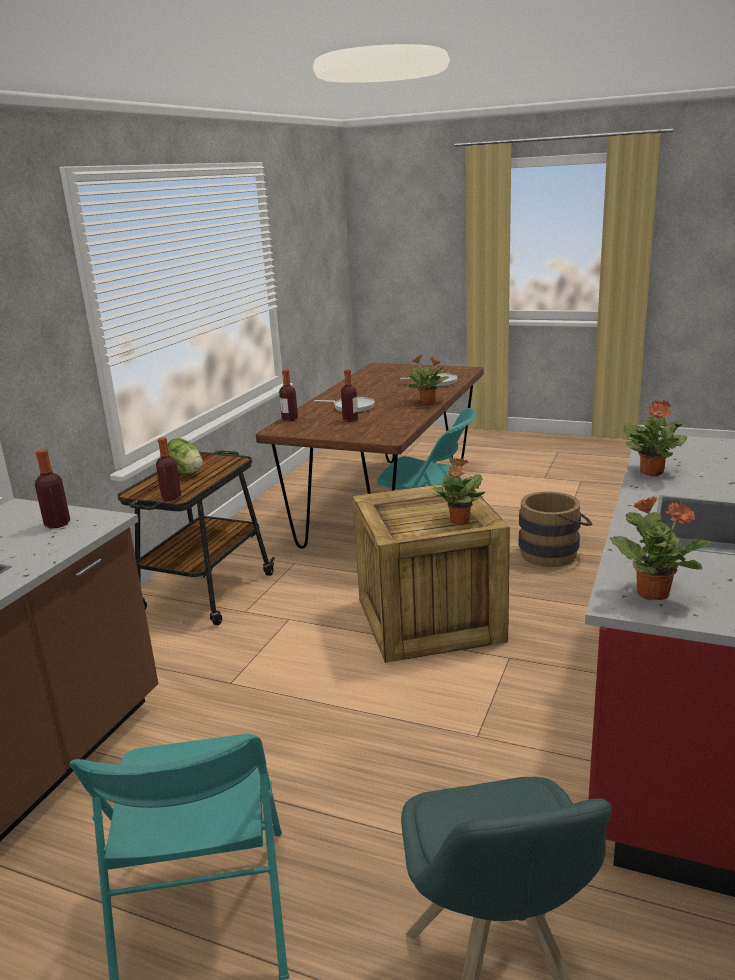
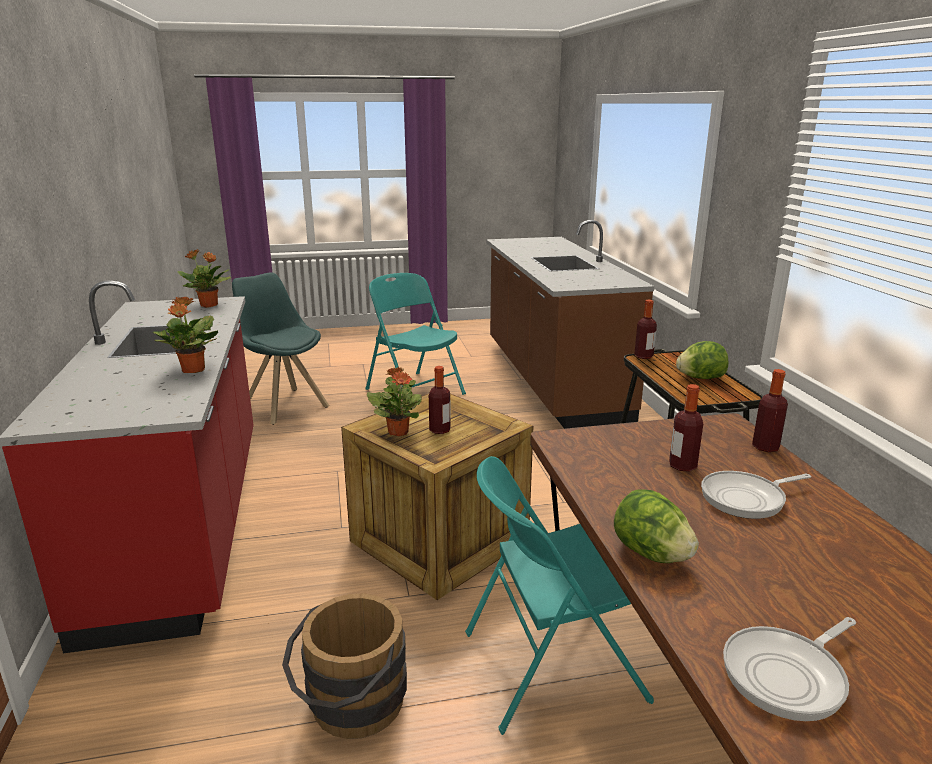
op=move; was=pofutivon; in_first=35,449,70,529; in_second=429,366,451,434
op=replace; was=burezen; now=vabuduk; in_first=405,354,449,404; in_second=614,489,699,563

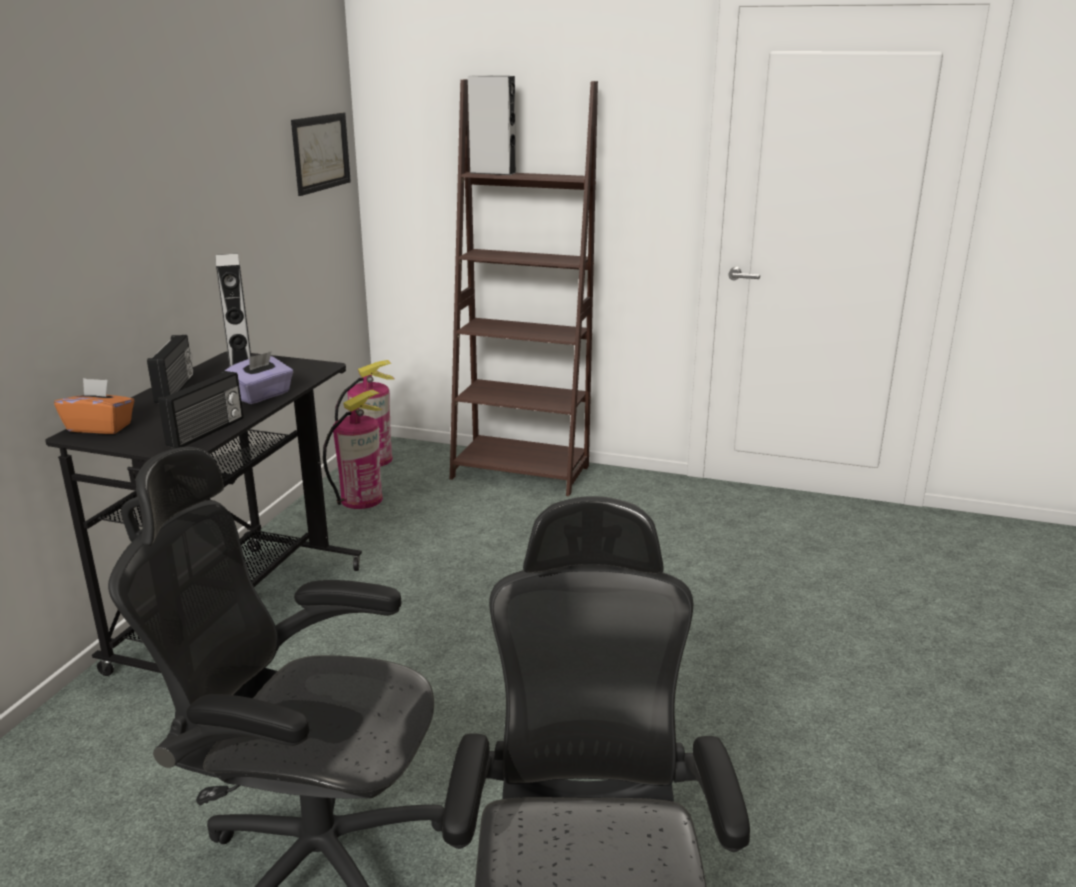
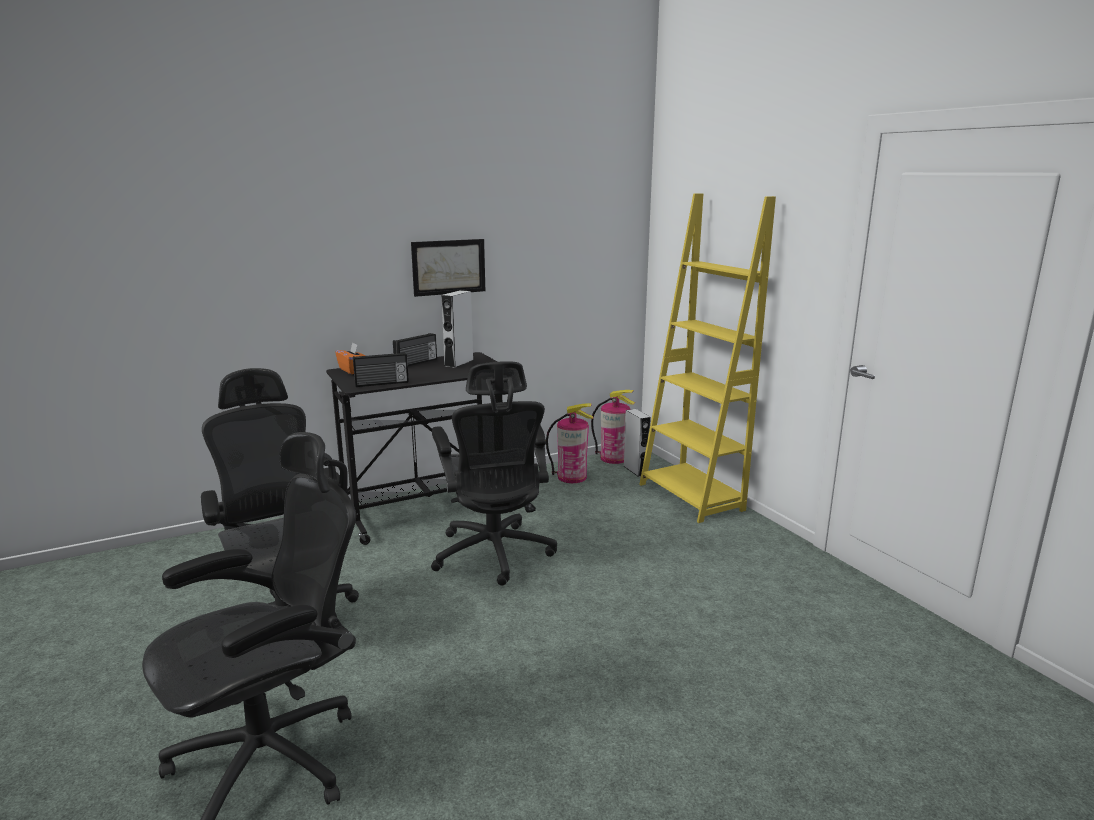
op=delete; was=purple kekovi; in_first=224,351,293,404
op=move; was=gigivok; in_first=291,113,351,196; in_second=411,239,485,297
op=recolor; was=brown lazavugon; now=yellow lazavugon; in_first=450,79,598,496; in_second=639,193,776,523
op=move; was=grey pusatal; in_first=468,75,516,175; in_second=624,409,651,477
op=insert; now=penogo; in_second=431,362,557,585

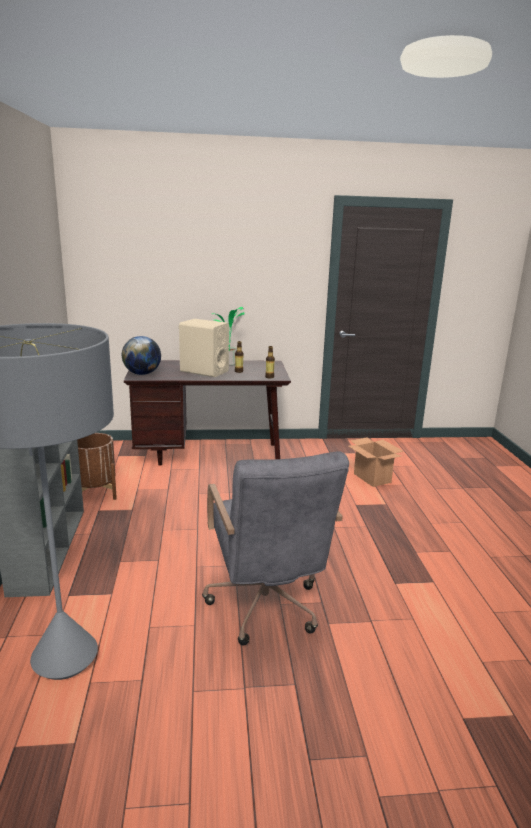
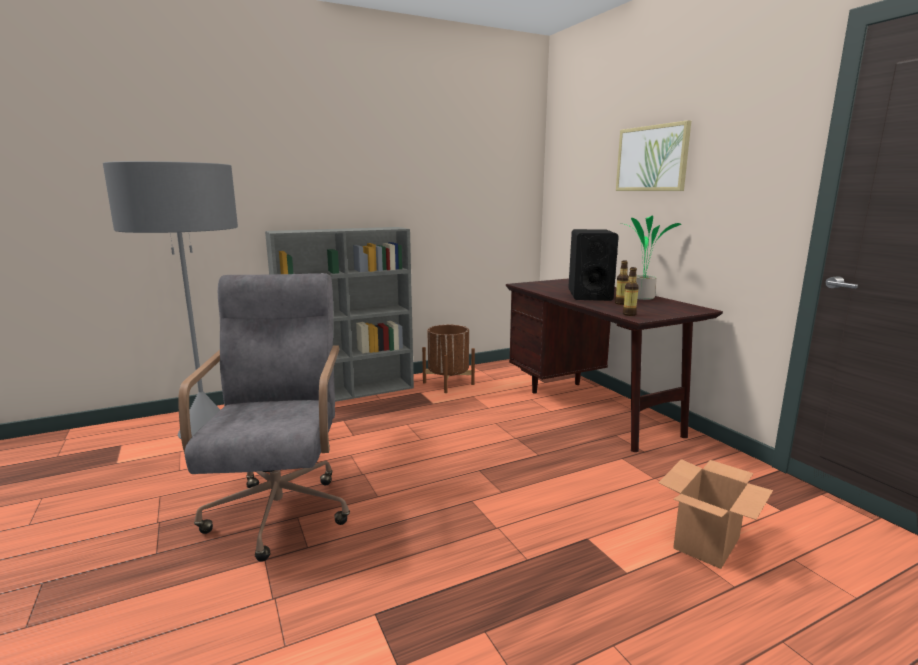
op=delete; was=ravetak; in_first=122,336,161,375
op=recolor; was=beige pusatal; now=black pusatal; in_first=179,319,229,377; in_second=568,229,619,301
op=rotate; was=grey penogo; in_first=202,452,349,645; in_second=178,273,350,562; clockwise=120
op=insert; now=gigivok; in_second=616,120,691,191

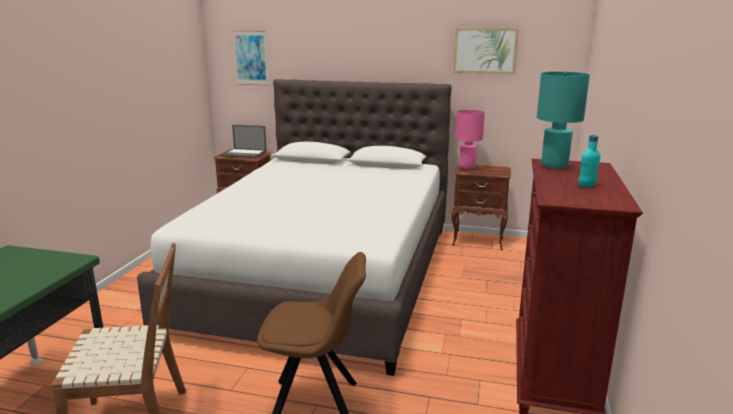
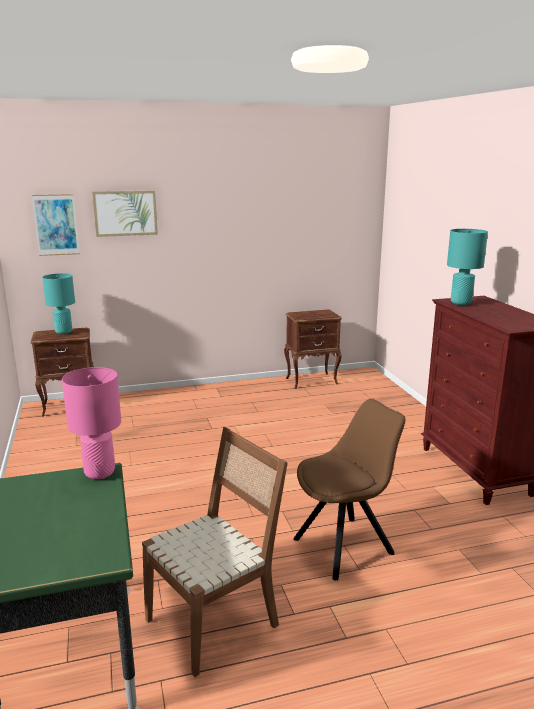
op=delete; was=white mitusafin; in_first=137,79,451,376
op=replace; was=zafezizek; now=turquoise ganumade; in_first=222,125,267,158; in_second=42,273,75,334
op=move; was=gigivok; in_first=453,28,519,74; in_second=92,190,158,237
op=move; was=pink ganumade; in_first=455,110,485,169; in_second=62,367,121,479
op=delete; was=turquoise pofutivon; in_first=578,135,600,187

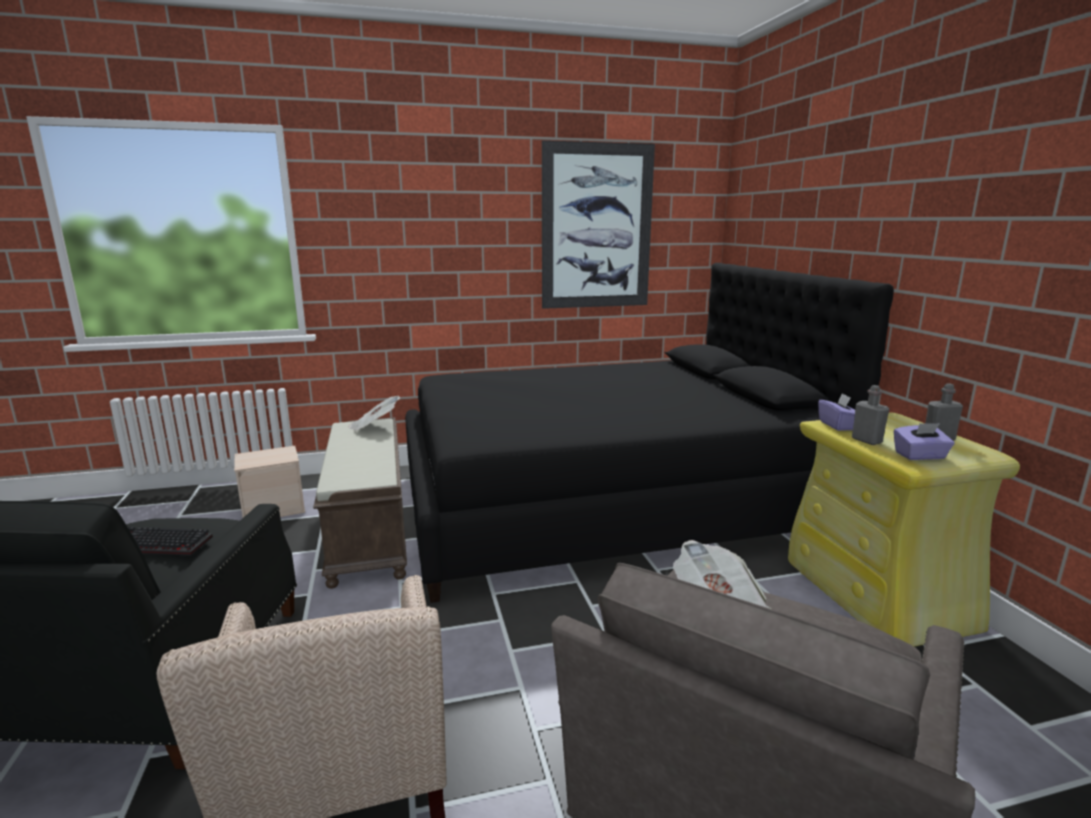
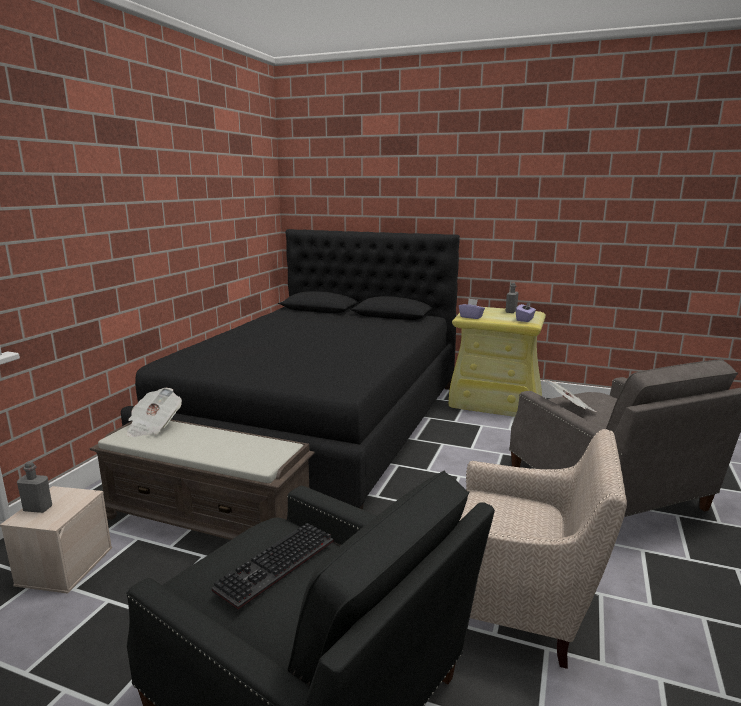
op=delete; was=gigivok; in_first=542,140,655,309
op=move; was=grey pofutivon; in_first=852,385,889,445; in_second=17,461,52,513

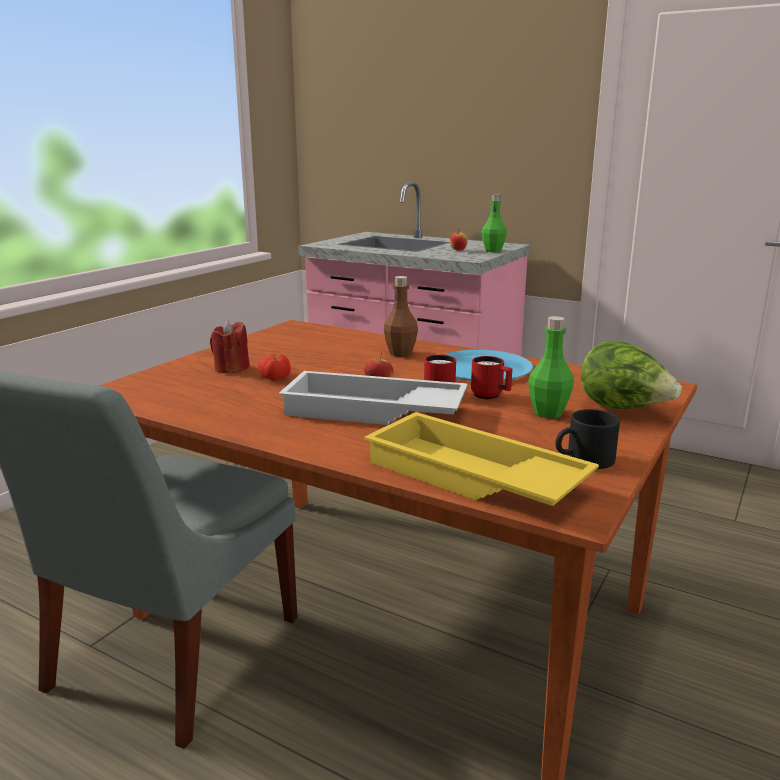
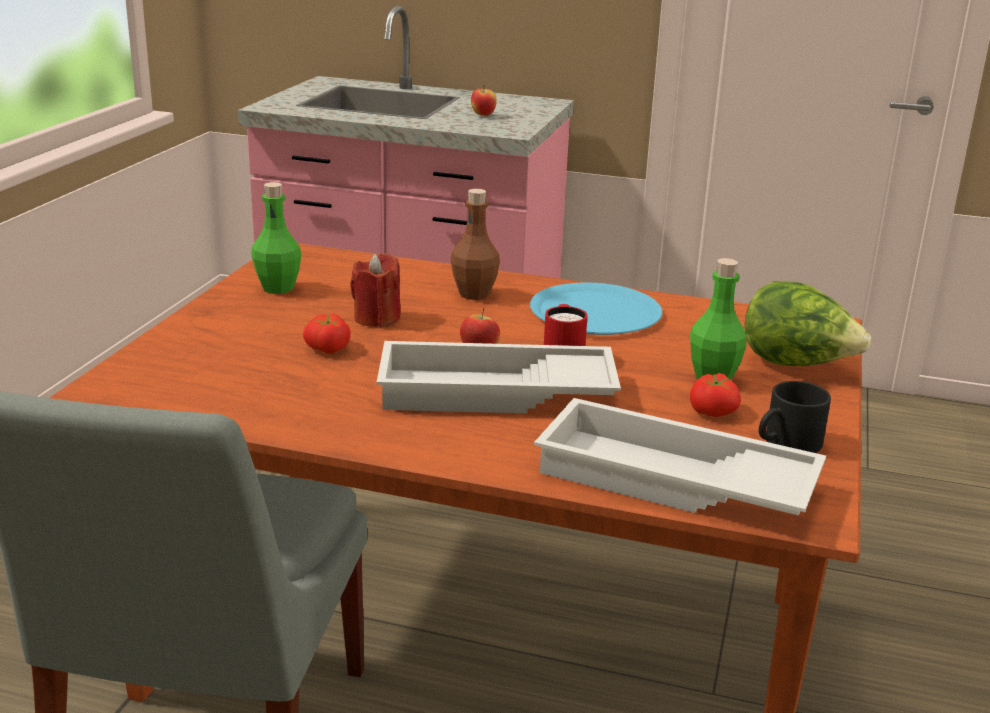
op=move; was=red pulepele; in_first=210,321,250,374; in_second=350,254,401,327
op=recolor; was=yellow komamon; now=white komamon; in_first=364,412,599,506; in_second=534,398,826,516
op=delete; was=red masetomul; in_first=471,356,512,399
op=move; was=green pofutivon; in_first=482,195,507,252; in_second=251,182,301,294
op=insert; now=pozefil; in_second=690,373,741,417

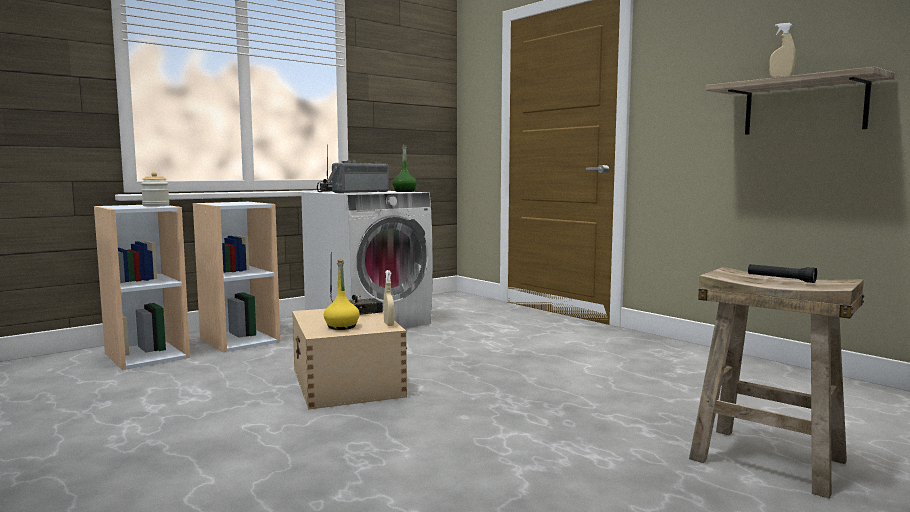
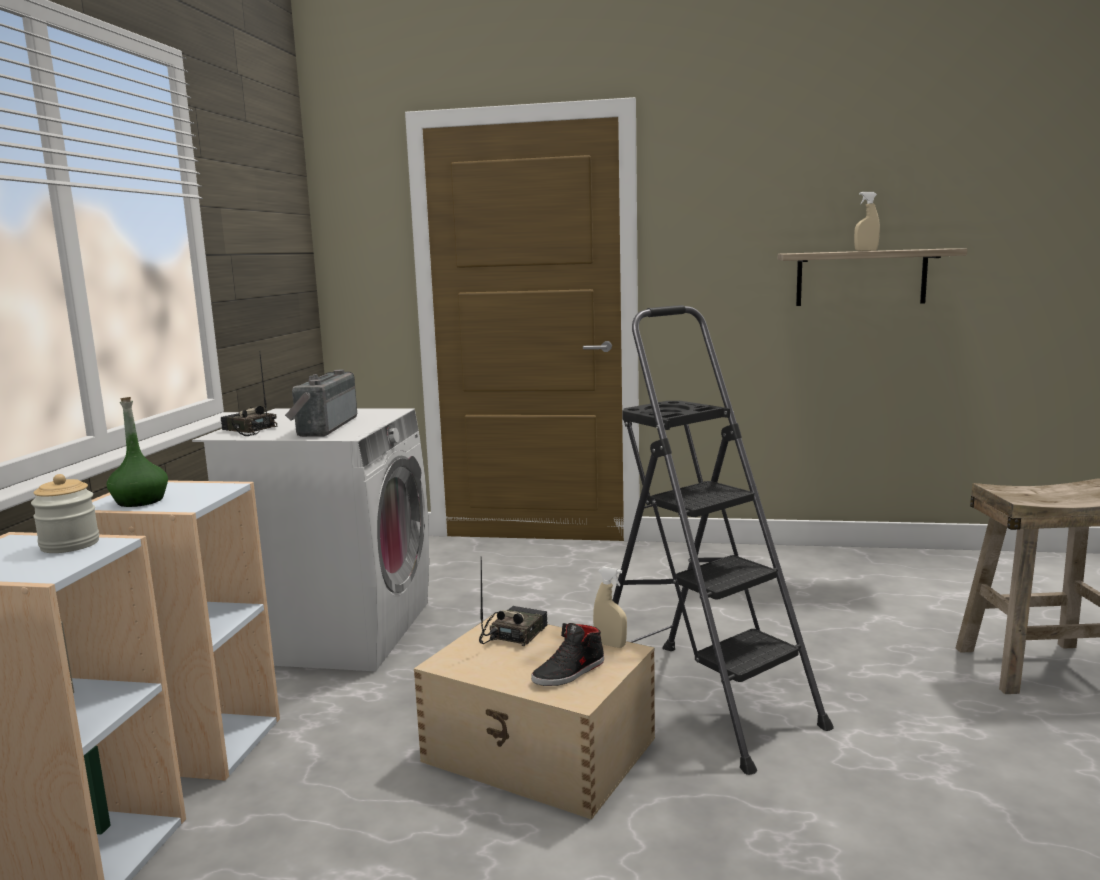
op=replace; was=yellow pofutivon; now=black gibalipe; in_first=324,259,360,330; in_second=531,623,604,686
op=move; was=green pofutivon; in_first=393,144,417,192; in_second=107,397,168,507
op=delete; was=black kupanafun; in_first=748,264,817,283
op=insert; now=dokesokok; in_second=612,305,834,775

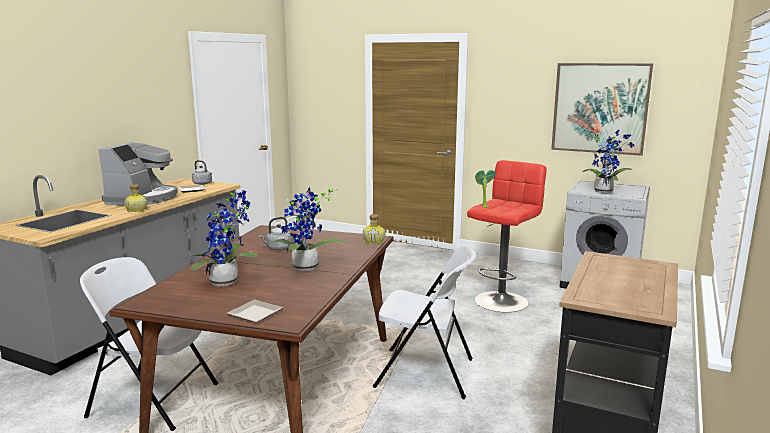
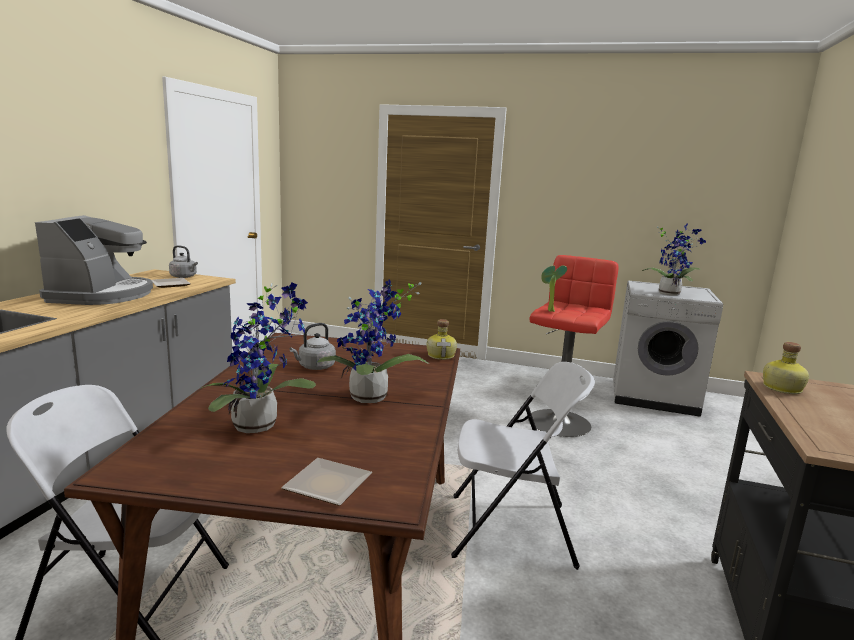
op=move; was=pofutivon; in_first=124,184,148,212; in_second=763,342,809,394
op=delete; was=gigivok; in_first=551,63,653,156

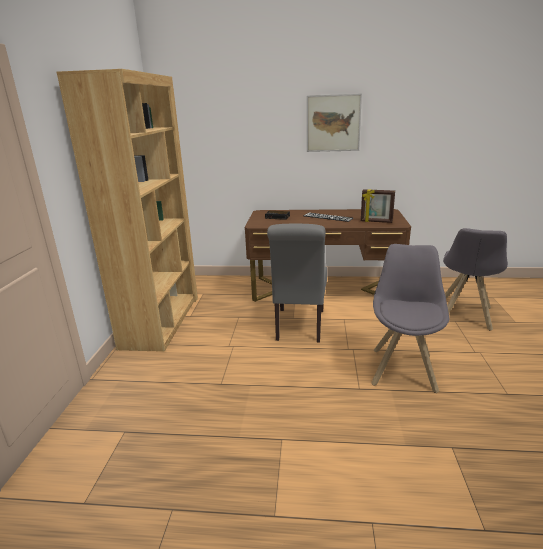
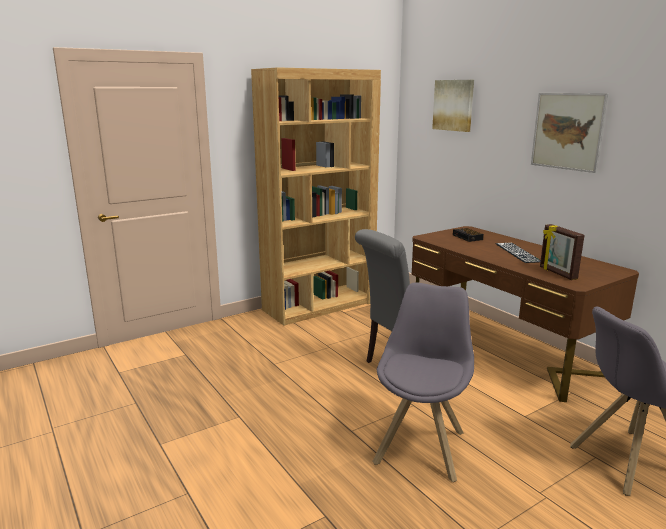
op=rotate; was=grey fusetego; in_first=371,244,449,393; in_second=372,282,474,482; clockwise=-45
op=insert; now=gigivok; in_second=432,80,474,132

